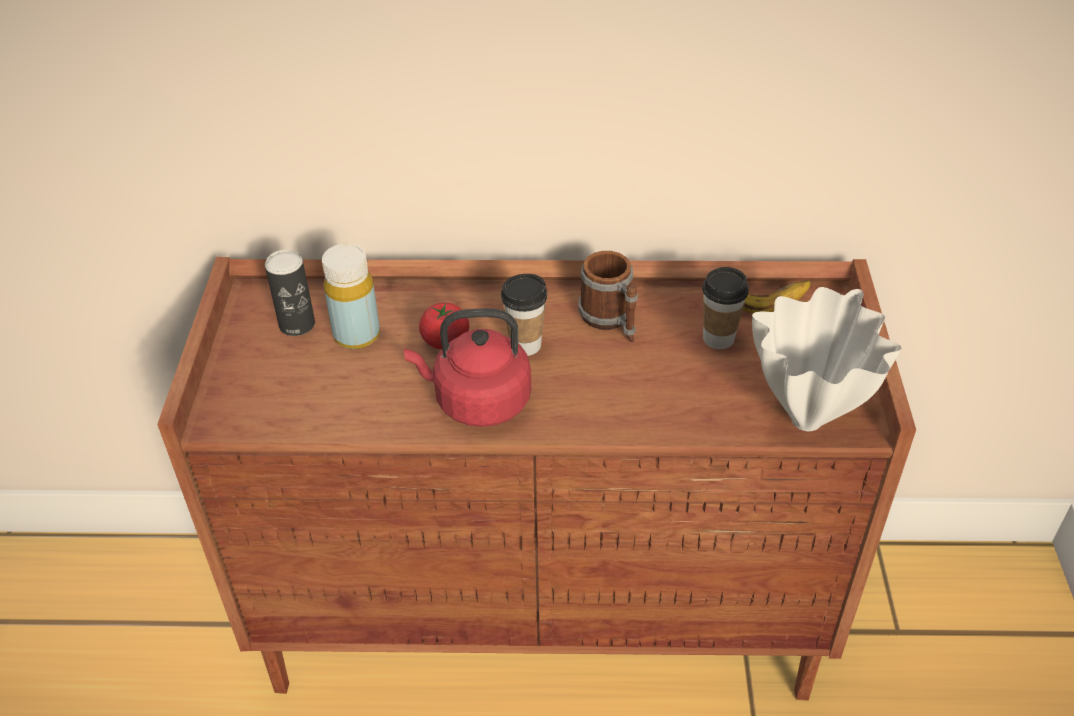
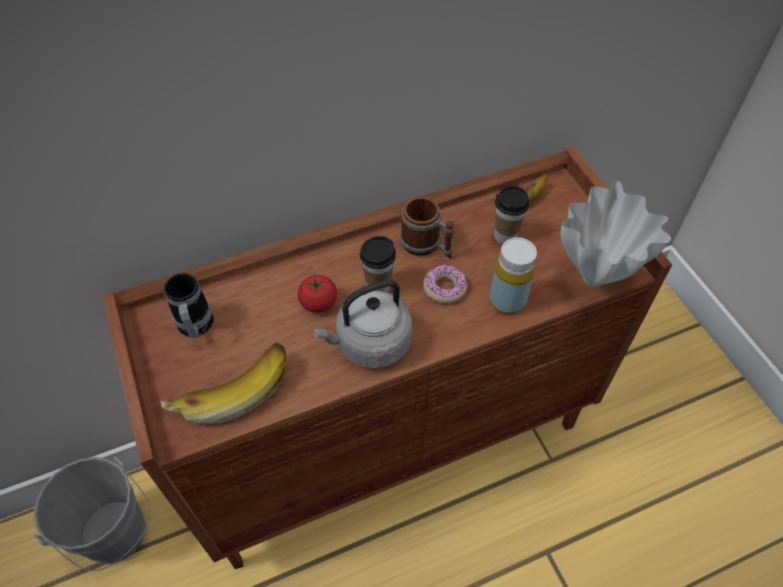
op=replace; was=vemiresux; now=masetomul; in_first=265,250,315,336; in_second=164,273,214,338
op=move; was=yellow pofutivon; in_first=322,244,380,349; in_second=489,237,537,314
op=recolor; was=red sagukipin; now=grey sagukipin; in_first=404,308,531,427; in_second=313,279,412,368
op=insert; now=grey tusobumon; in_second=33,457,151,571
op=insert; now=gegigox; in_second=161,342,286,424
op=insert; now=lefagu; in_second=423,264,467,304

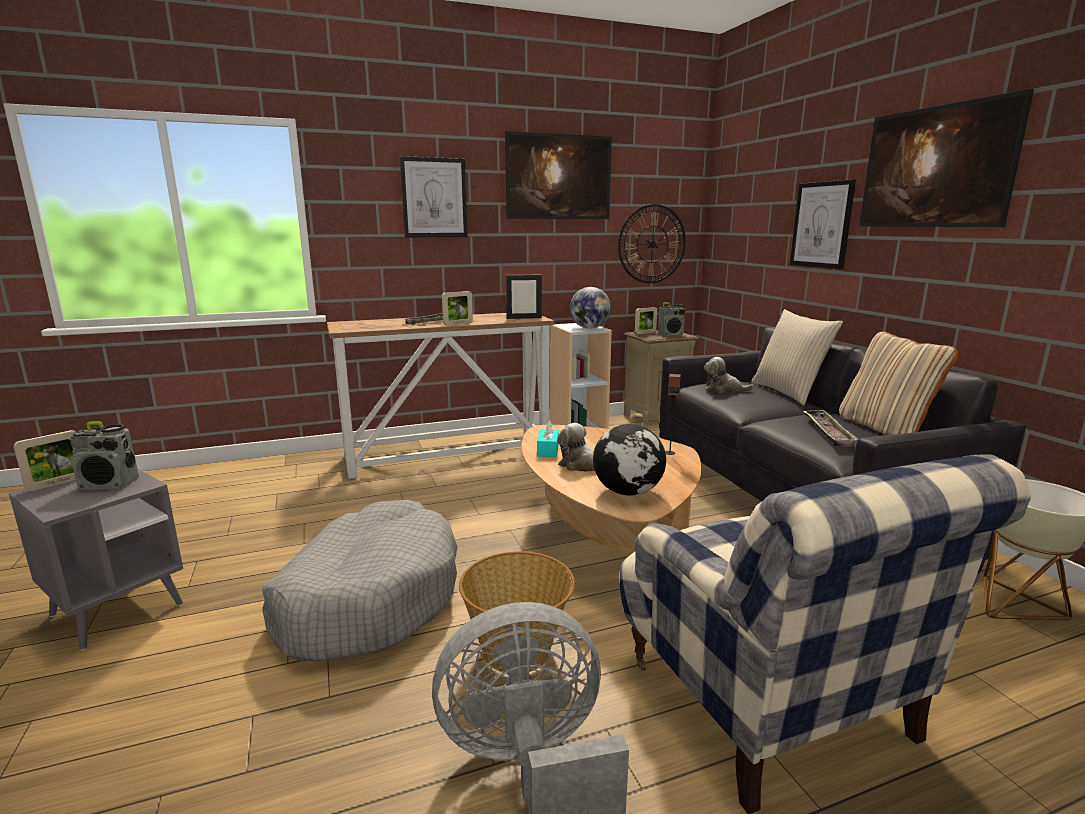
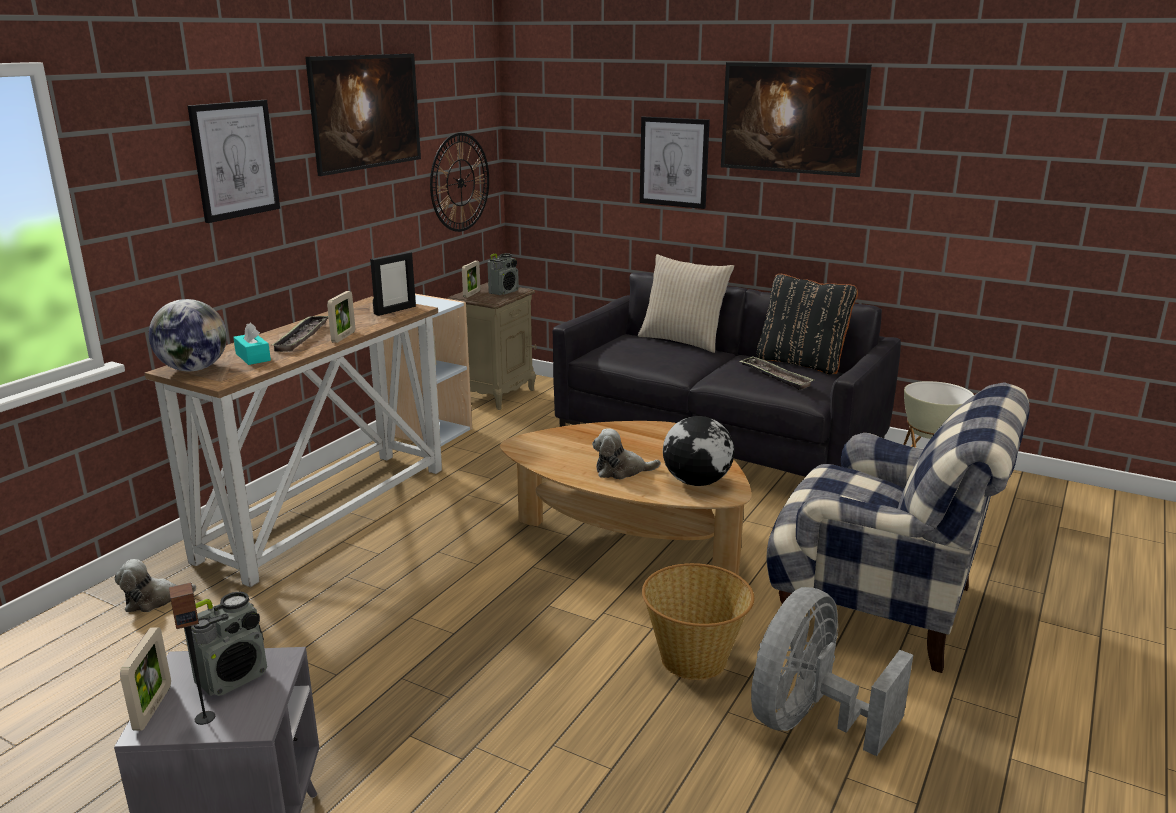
op=delete; was=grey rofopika; in_first=262,500,458,662
op=move; was=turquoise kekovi; in_first=537,421,559,457; in_second=233,323,271,365
op=move; was=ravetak; in_first=570,287,611,329; in_second=149,299,227,371
op=move; was=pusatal; in_first=665,374,681,455; in_second=169,582,215,725
op=move; was=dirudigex; in_first=704,357,754,393; in_second=115,559,196,612
op=recolor; was=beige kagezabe; now=black kagezabe; in_first=839,331,958,435; in_second=757,274,858,375

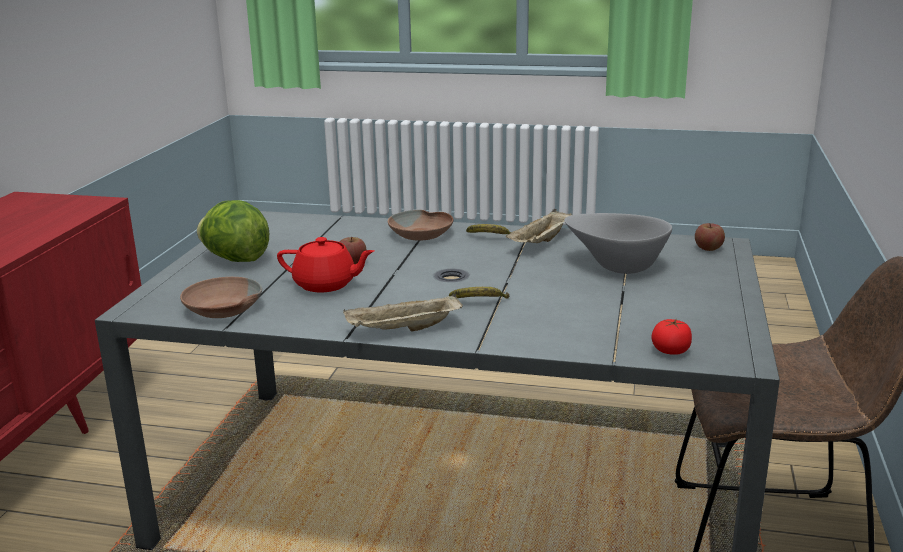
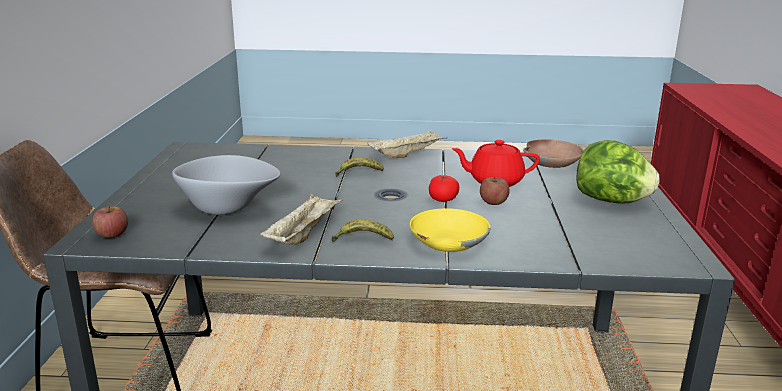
op=recolor; was=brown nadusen; now=yellow nadusen; in_first=388,210,454,240; in_second=409,208,491,252
op=move; was=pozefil; in_first=652,319,692,355; in_second=429,175,459,202

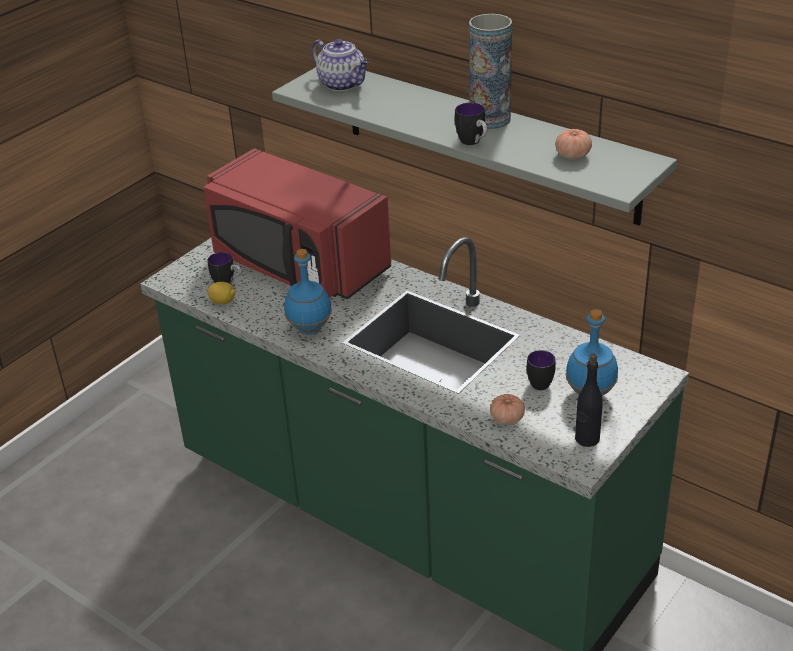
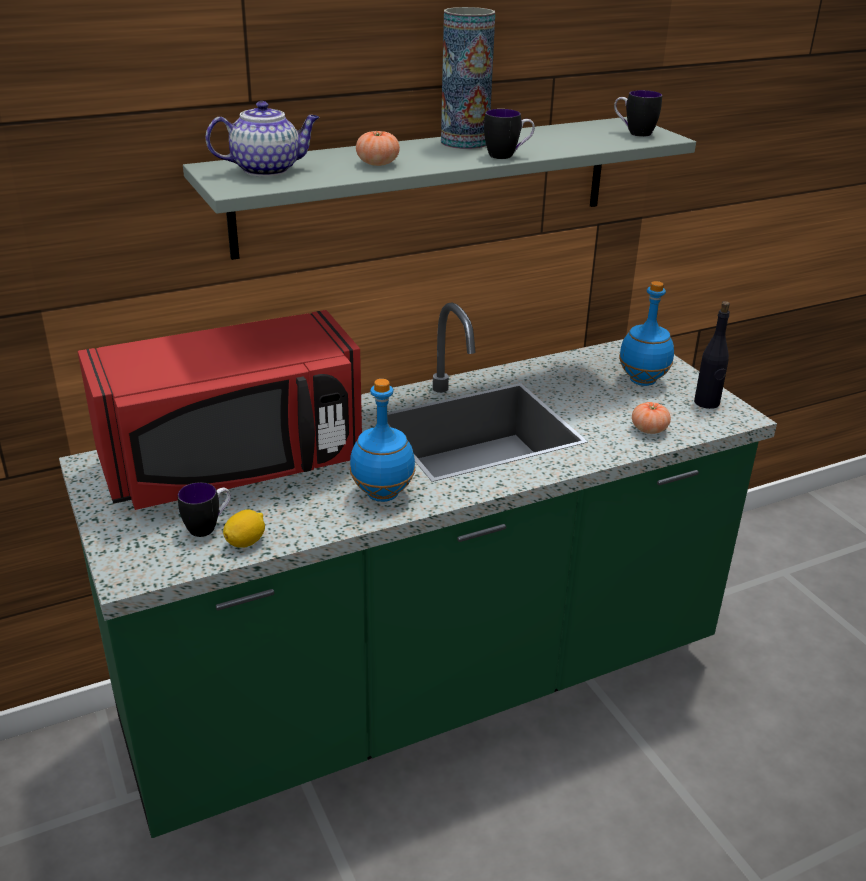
op=move; was=masetomul; in_first=527,349,556,390; in_second=614,90,662,137
op=move; was=pozefil; in_first=555,129,592,159; in_second=356,130,400,166

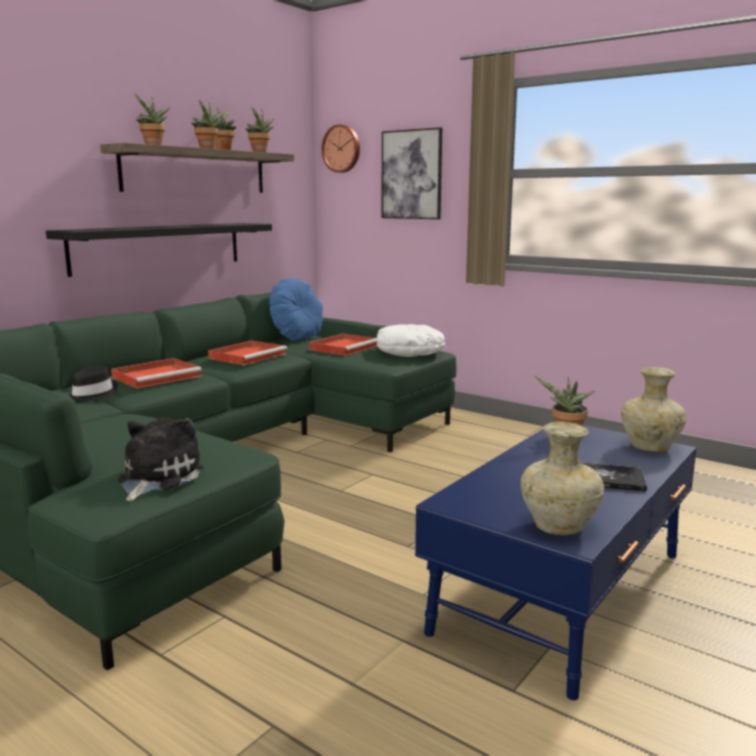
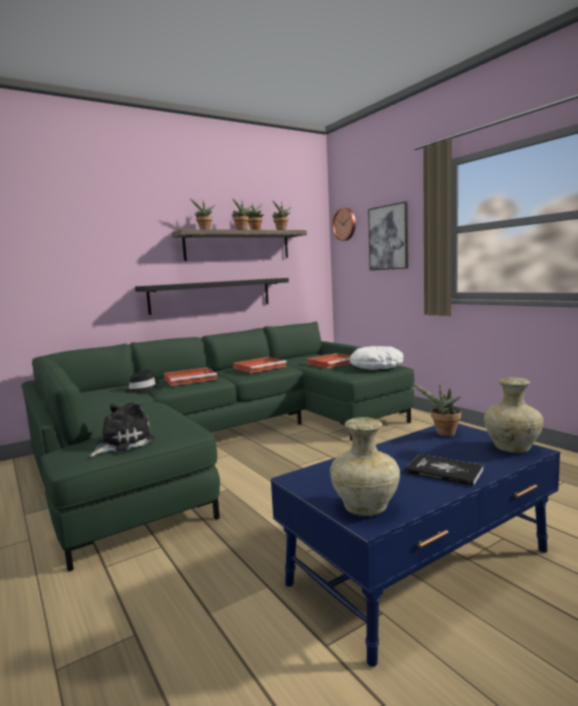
op=delete; was=blue kagezabe; in_first=269,278,323,341

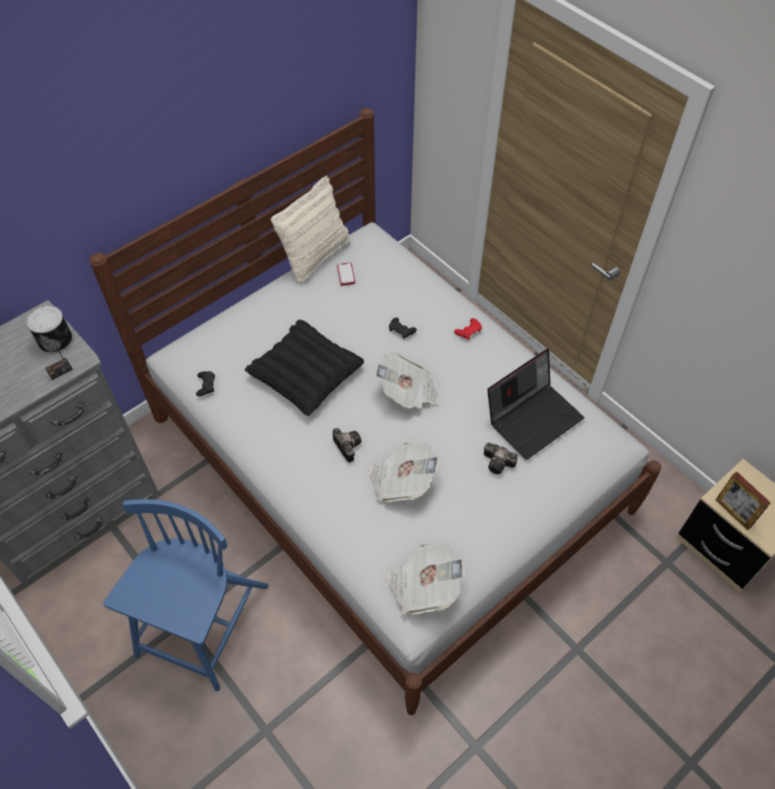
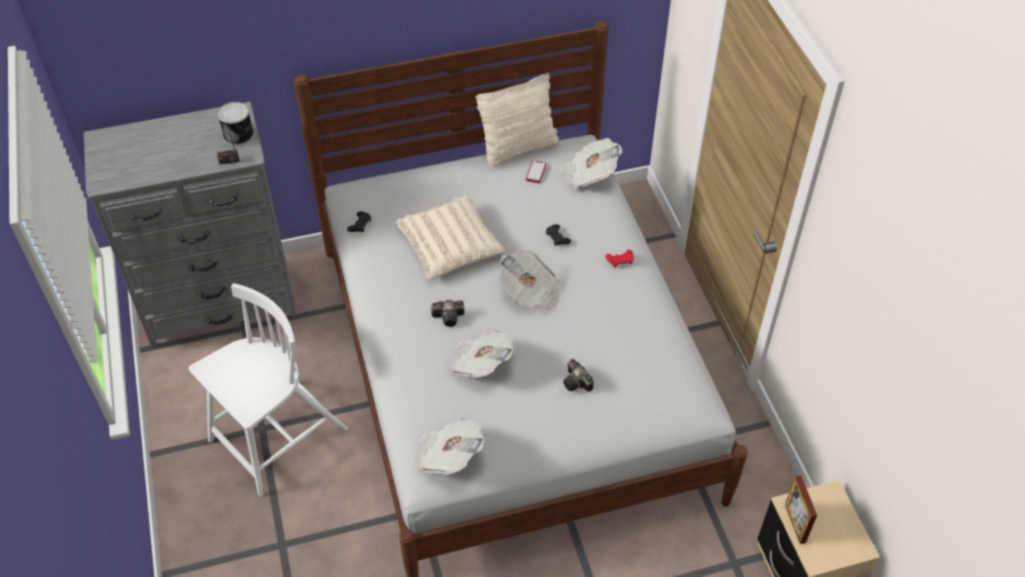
op=recolor; was=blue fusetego; now=white fusetego; in_first=103,499,268,691; in_second=189,283,348,496
op=recolor; was=black kagezabe; now=beige kagezabe; in_first=245,319,364,416; in_second=396,195,504,279
op=rotate; was=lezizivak; in_first=333,428,361,462; in_second=431,300,464,327; clockwise=90
op=delete; was=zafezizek; in_first=487,349,584,460
op=insert; now=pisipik; in_second=559,138,622,189

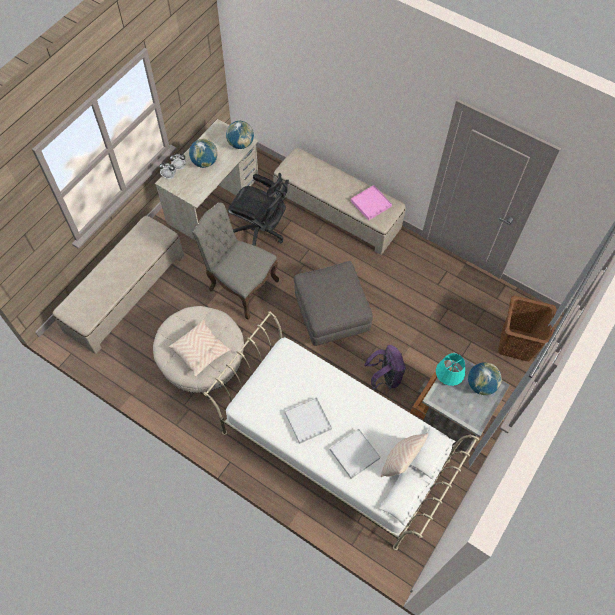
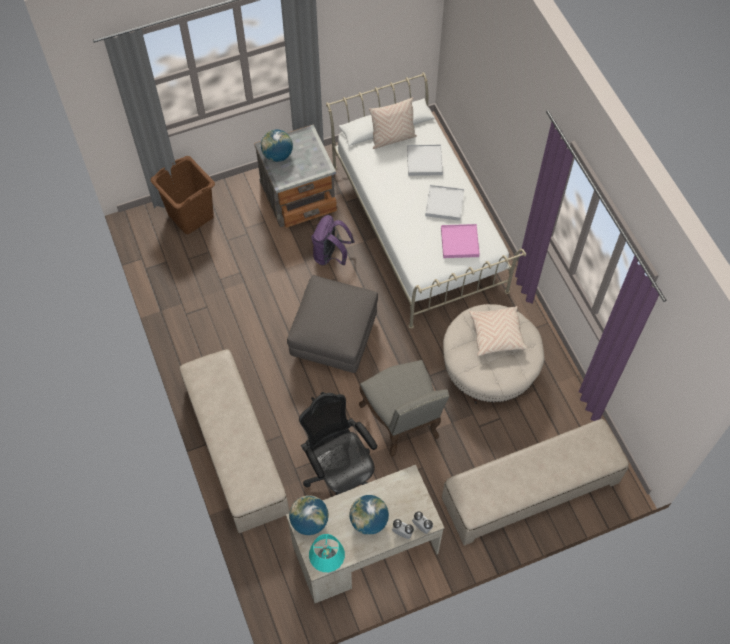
op=move; was=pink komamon; in_first=351,185,392,220; in_second=441,224,480,258
op=move; was=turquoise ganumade; in_first=436,353,465,386; in_second=309,534,345,572

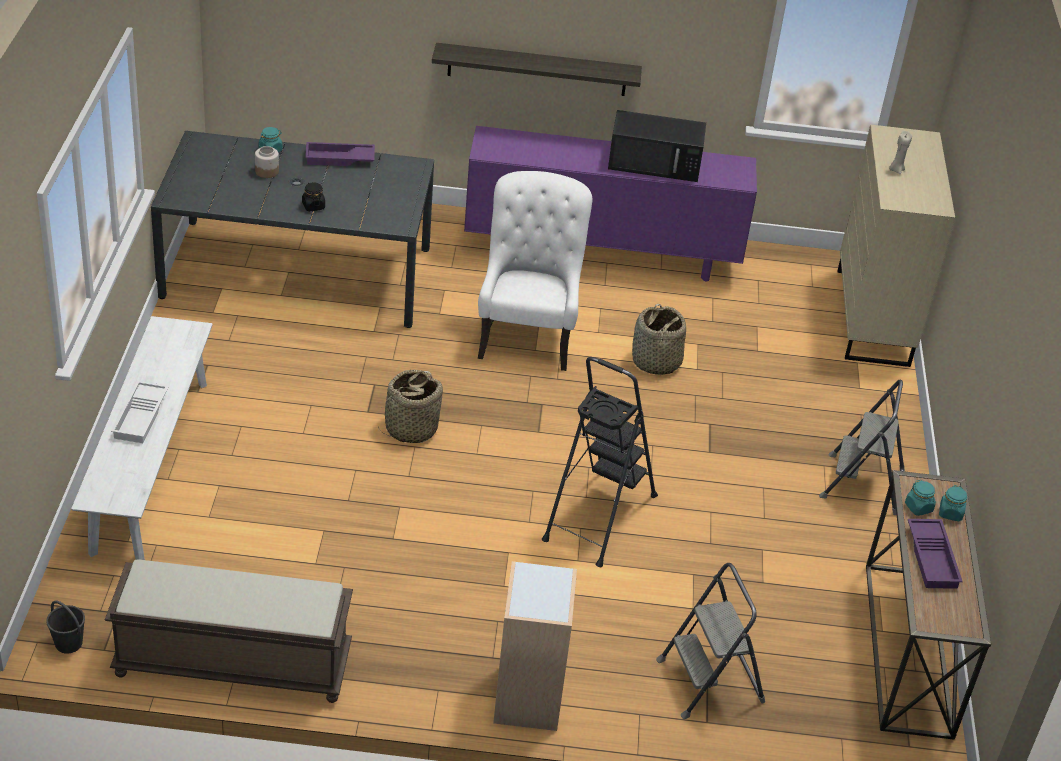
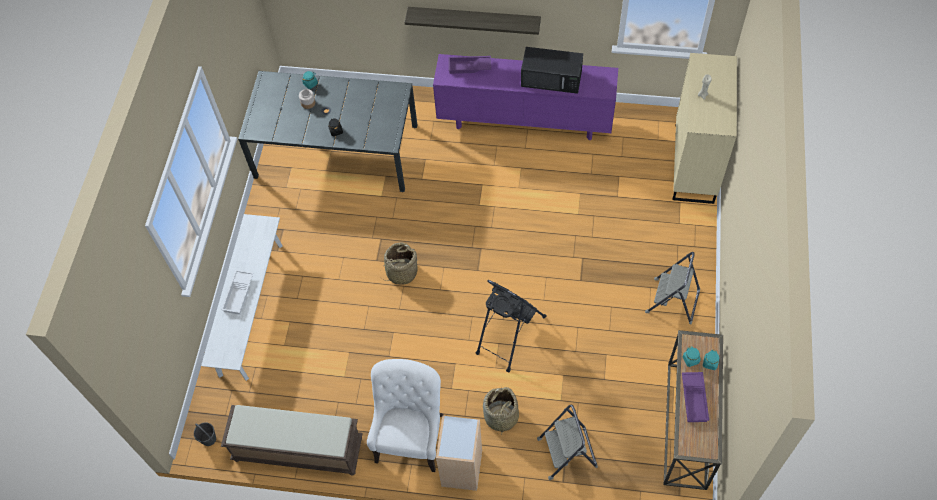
op=move; was=purple komamon; in_first=305,142,375,166; in_second=448,56,491,74
op=move; was=white fusetego; in_first=478,171,592,371; in_second=367,359,444,472
op=move; was=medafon; in_first=632,304,686,375; in_second=483,387,519,436

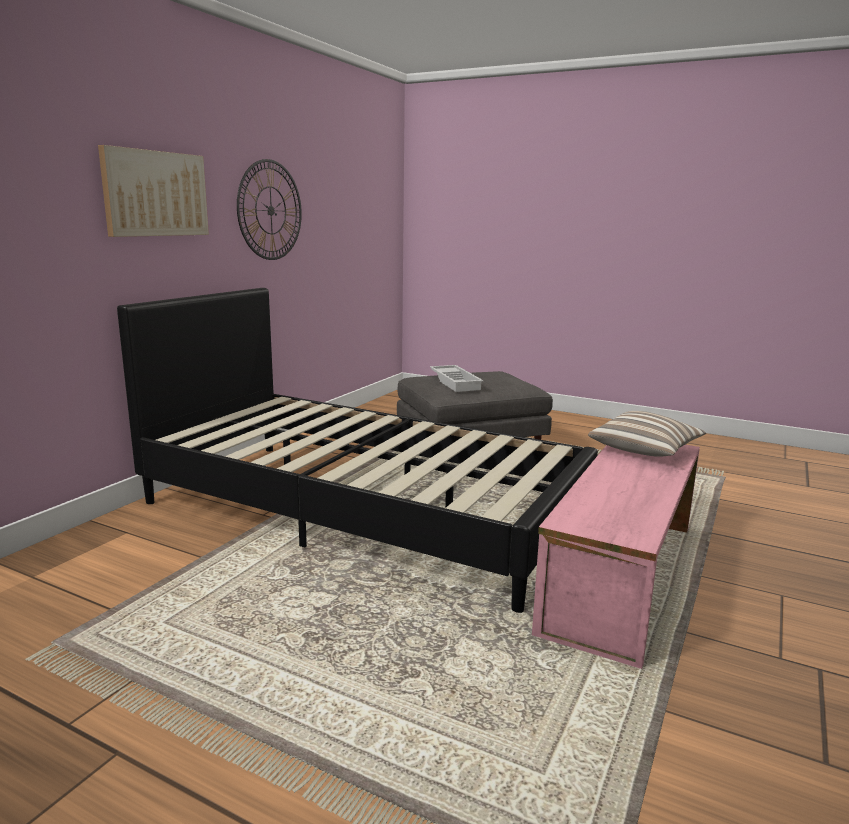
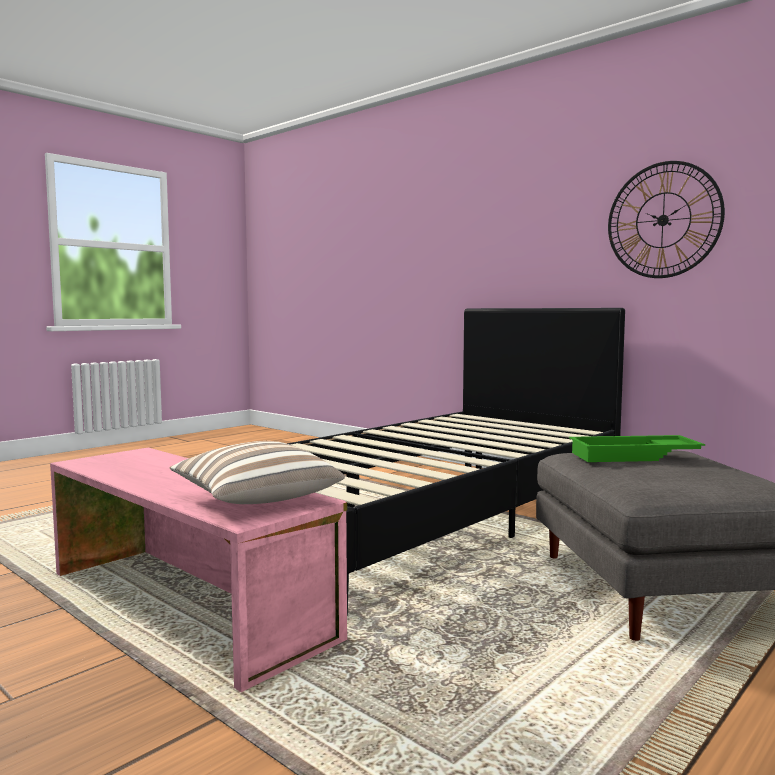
op=delete; was=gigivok; in_first=98,145,209,237
op=recolor; was=white komamon; now=green komamon; in_first=430,365,483,392; in_second=569,435,705,462

